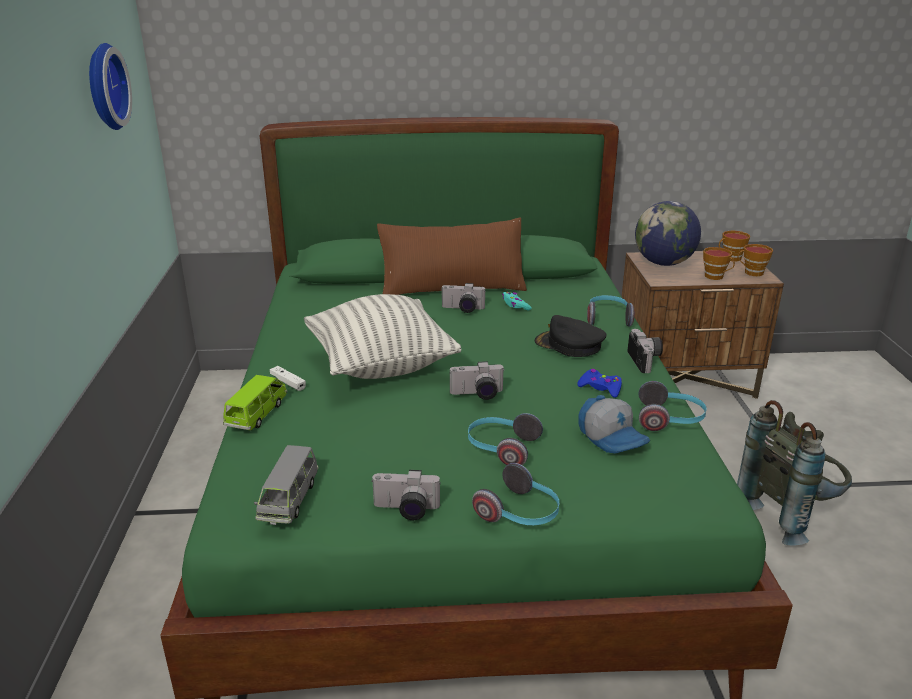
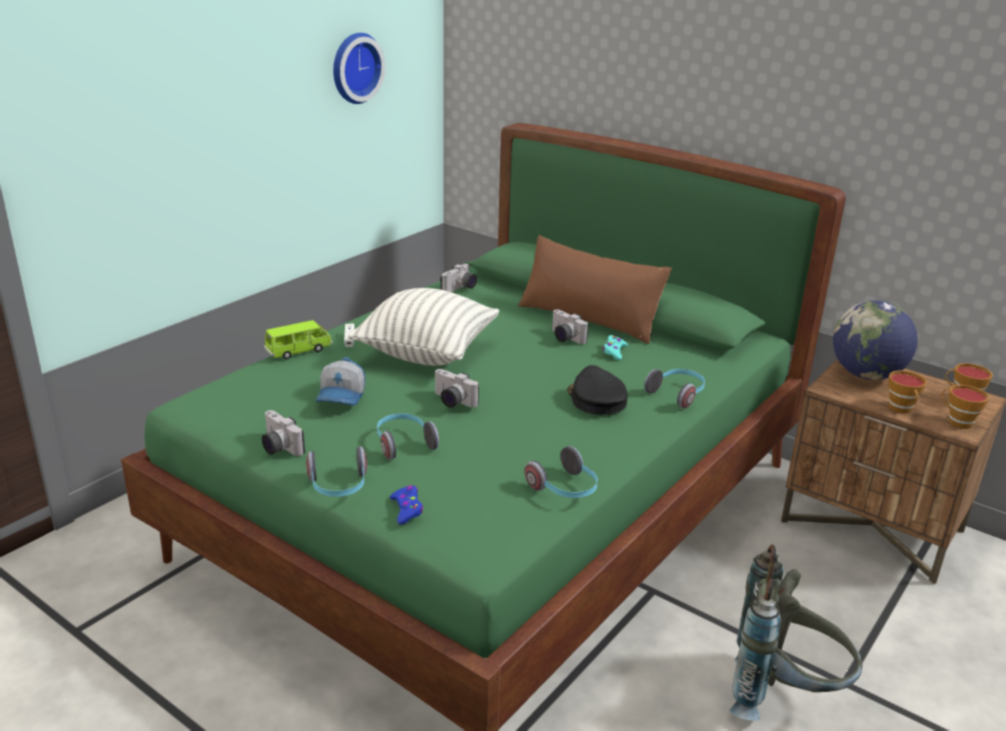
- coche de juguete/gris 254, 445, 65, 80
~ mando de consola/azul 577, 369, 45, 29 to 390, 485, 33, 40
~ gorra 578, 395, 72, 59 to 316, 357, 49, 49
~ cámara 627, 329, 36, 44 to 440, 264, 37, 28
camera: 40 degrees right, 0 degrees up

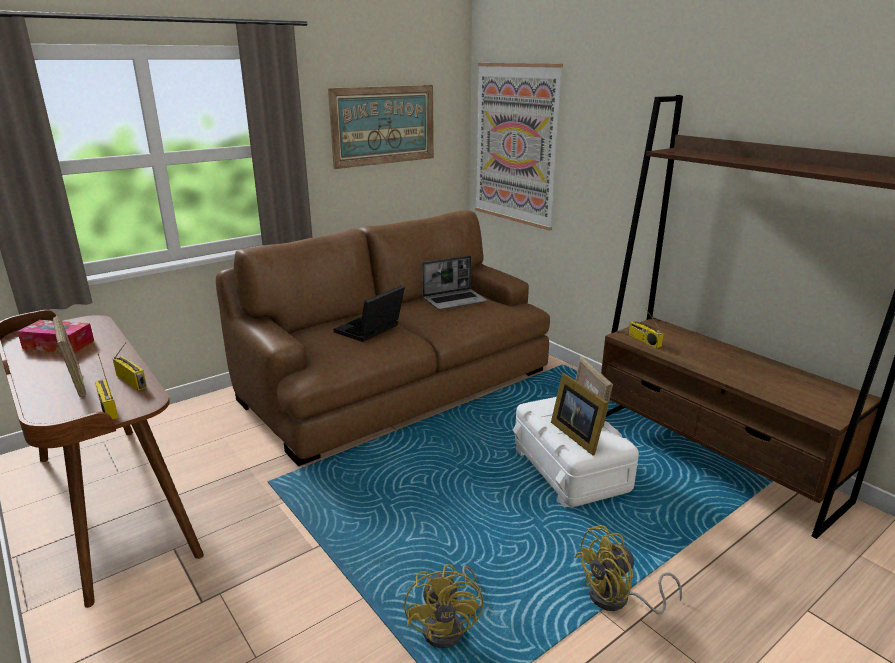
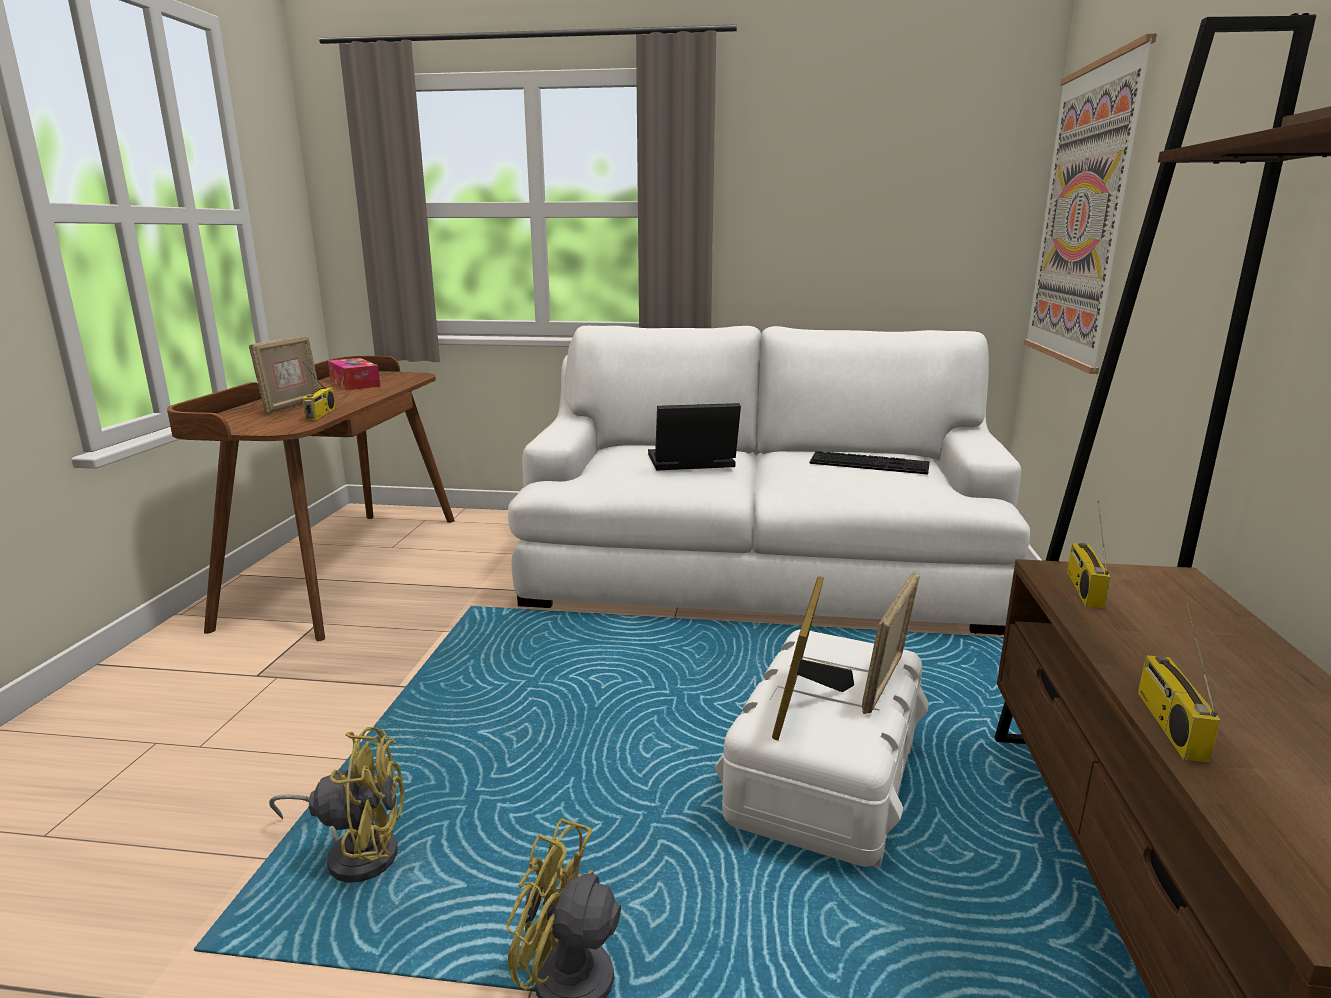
- cuadro 328, 85, 106, 84
~ radio 95, 354, 24, 66 to 1138, 603, 83, 159
~ portátil 422, 256, 65, 54 to teclado 809, 451, 121, 24
~ sofá/marrón 216, 210, 334, 256 to sofá/blanco 508, 326, 522, 309
~ ventilador/amarillo 404, 564, 79, 84 = 269, 727, 136, 156 135 degrees counterclockwise
camera: 45 degrees right, 5 degrees down

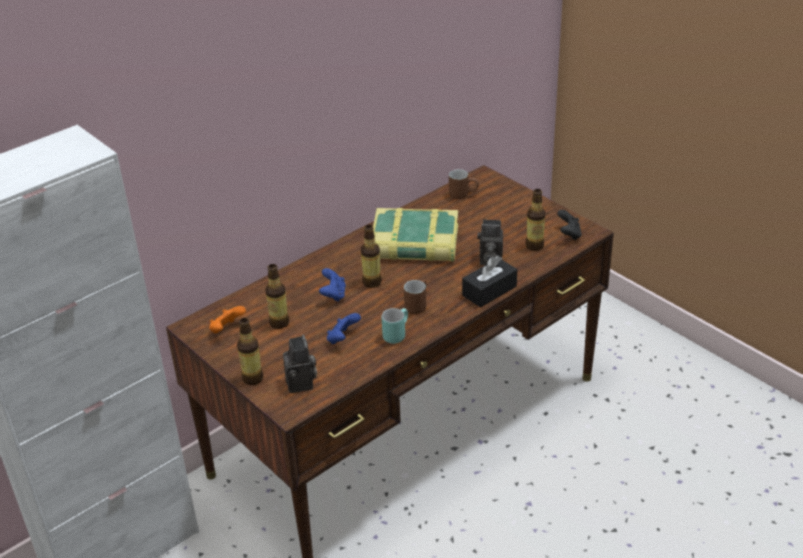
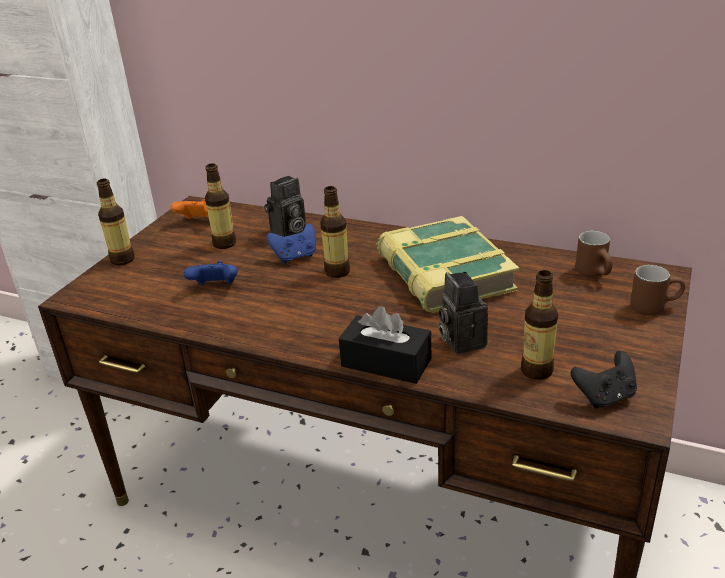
- taza grande/turquesa 382, 308, 26, 36
~ cámara 283, 335, 34, 58 to 264, 176, 42, 61
~ taza grande/marrón 404, 280, 22, 34 to 630, 265, 55, 50
camera: 65 degrees right, 5 degrees down

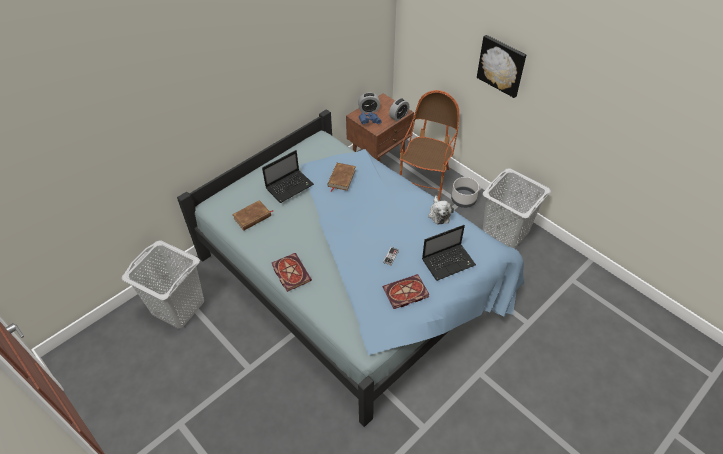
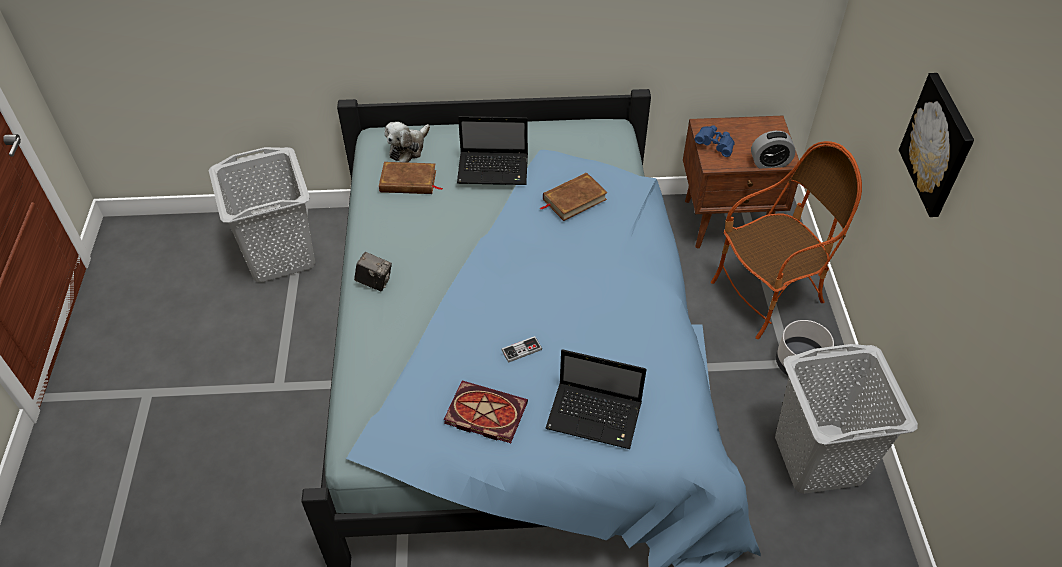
- despertador 358, 93, 22, 20
~ peluche 428, 196, 26, 28 to 385, 122, 45, 41
~ libro 272, 253, 40, 39 to cámara 354, 252, 38, 39
camera: 40 degrees right, 0 degrees up

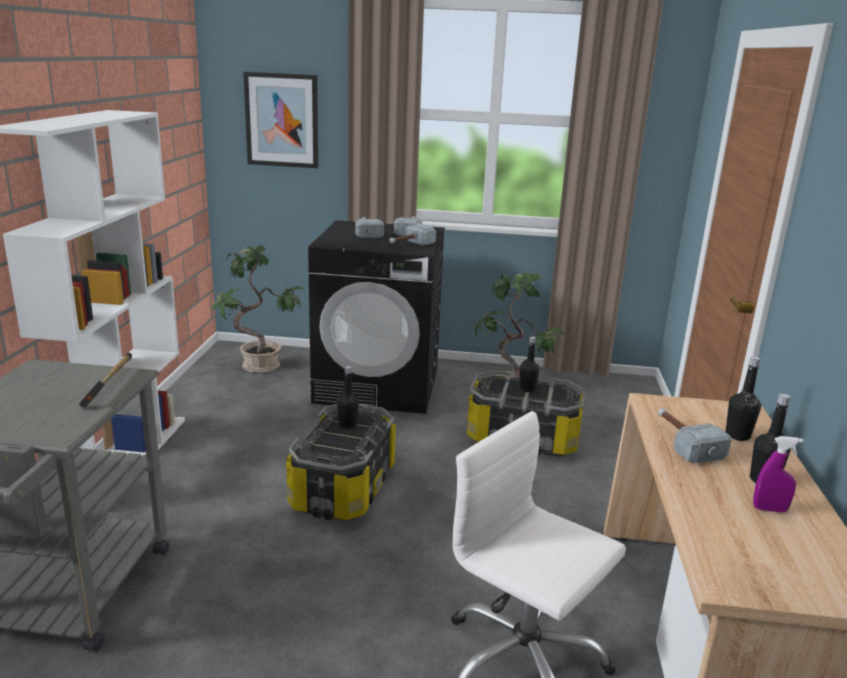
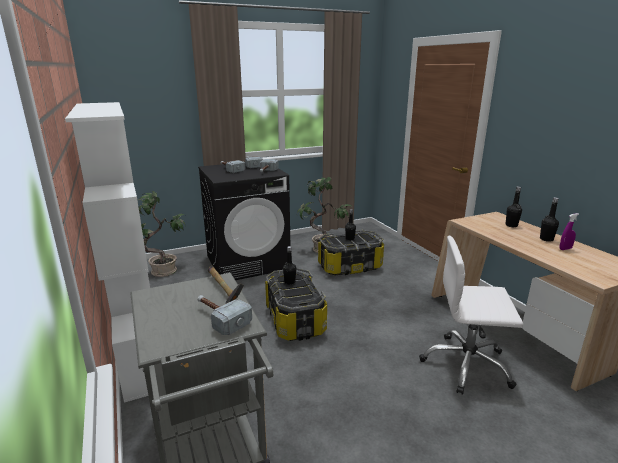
- cuadro 243, 72, 75, 96
~ martillo 658, 408, 74, 56 to 197, 295, 55, 40
camera: 30 degrees left, 0 degrees up

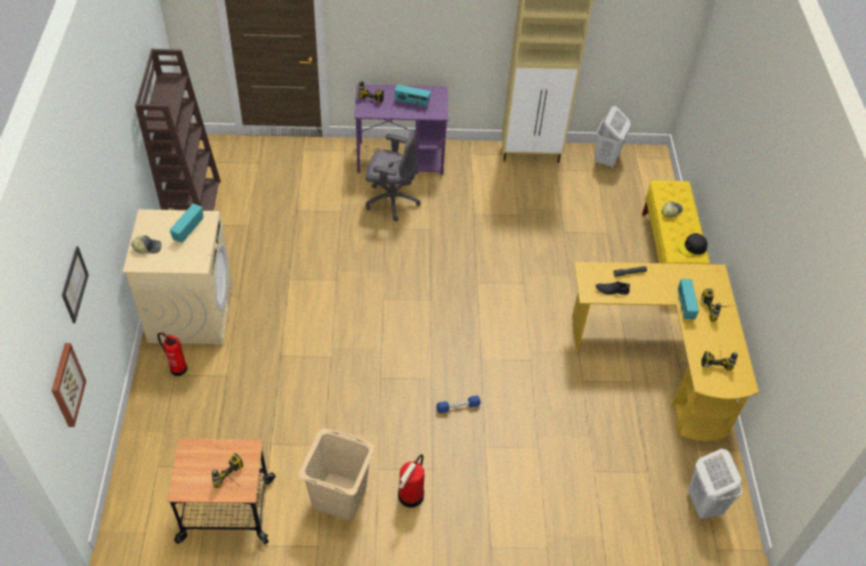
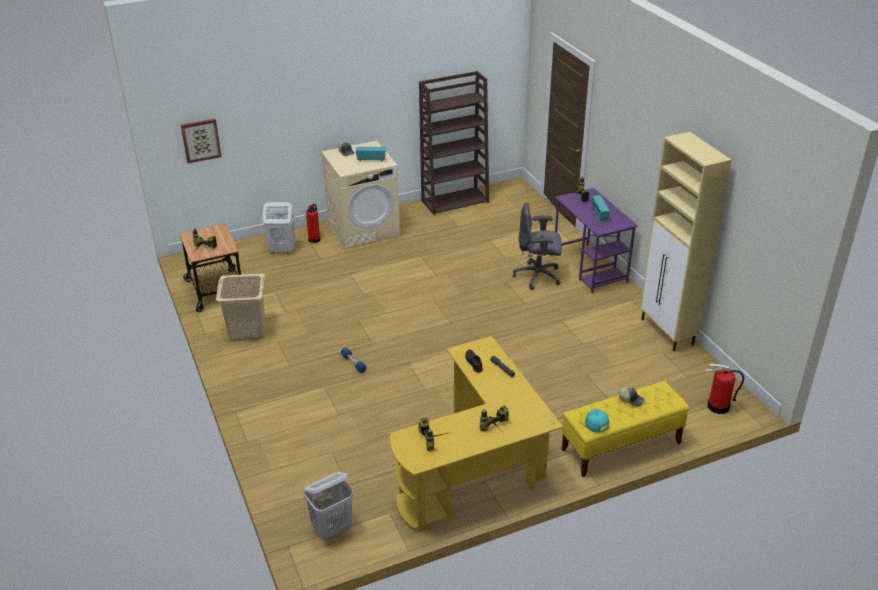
- cuadro 62, 246, 27, 77
- radio 678, 279, 21, 40
~ extintor 398, 454, 27, 54 to 706, 363, 38, 51
~ cesto de la ropa/blanco 594, 106, 36, 63 to 262, 202, 33, 52
~ gorra/negro 677, 233, 30, 23 to gorra/turquesa 580, 409, 29, 24
~ silla de oficina/gris 366, 129, 55, 92 = 513, 202, 49, 88 105 degrees clockwise
camera: 70 degrees right, 15 degrees down

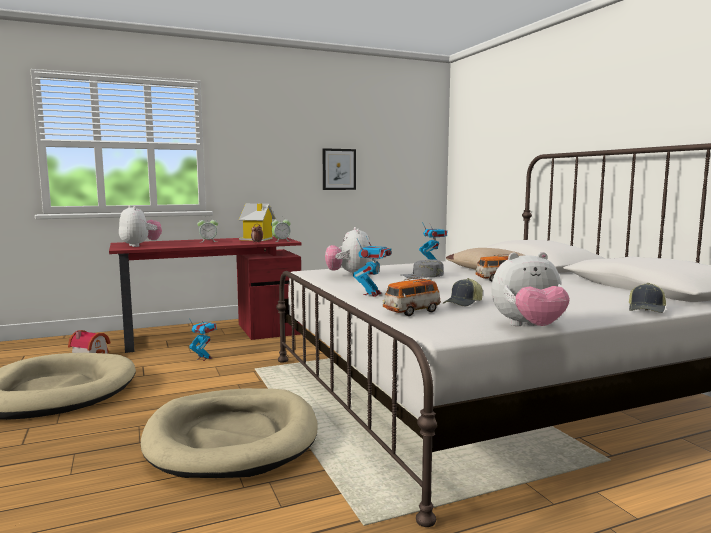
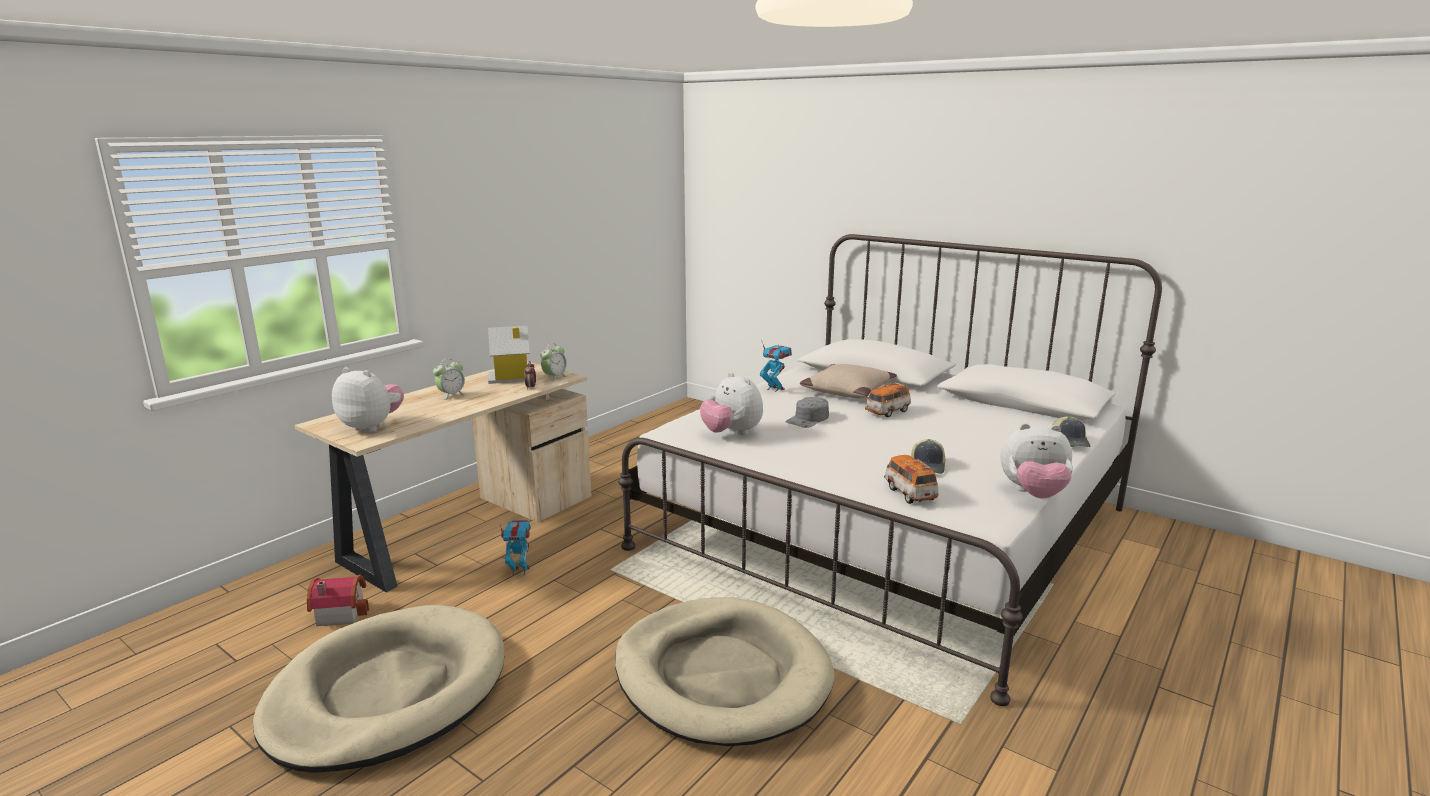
- cuadro 322, 148, 34, 42
- robot de juguete 353, 236, 39, 61
~ escritorio/rojo 109, 237, 193, 116 to escritorio/beis 295, 362, 296, 230
~ coche de juguete 383, 277, 58, 39 = 884, 455, 55, 49 135 degrees clockwise
~ peluche 491, 252, 79, 74 = 1000, 423, 73, 76 45 degrees clockwise
camera: 30 degrees left, 10 degrees up

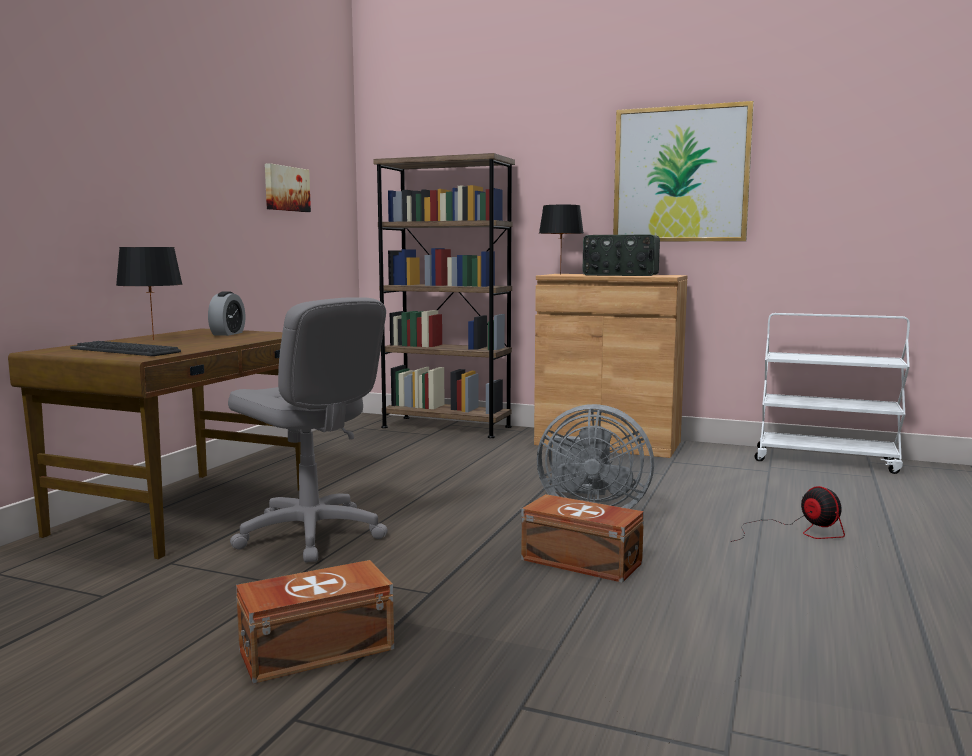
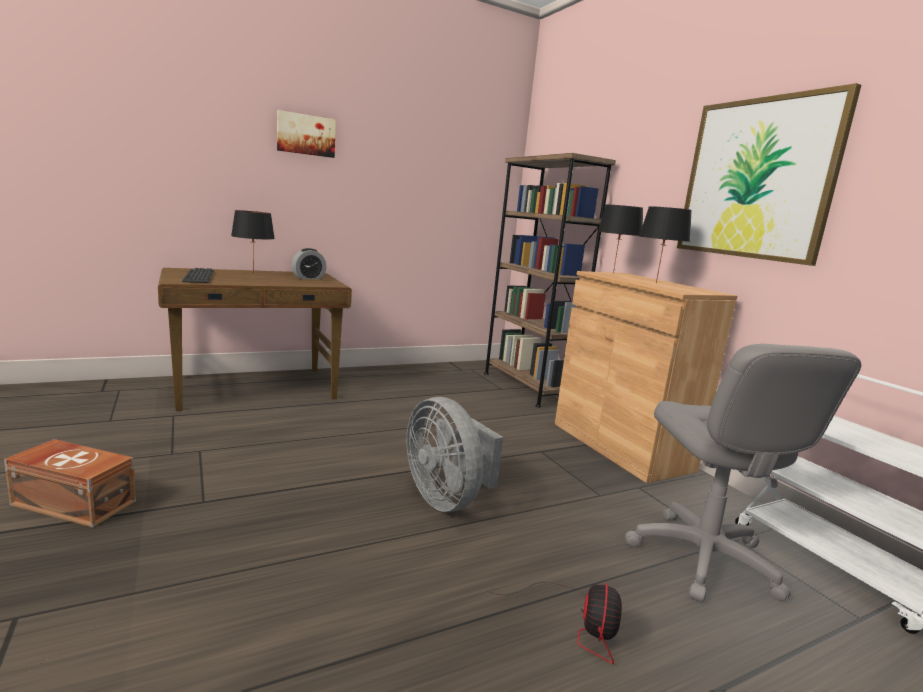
- caja de almacenaje/marrón 521, 494, 123, 89
~ silla de oficina/gris 228, 297, 160, 265 to 625, 344, 236, 258
~ cuadro 265, 163, 46, 49 to 277, 110, 59, 48
~ radio 583, 235, 77, 41 to lámpara de mesa/negro 639, 206, 53, 77
camera: 40 degrees right, 5 degrees up

